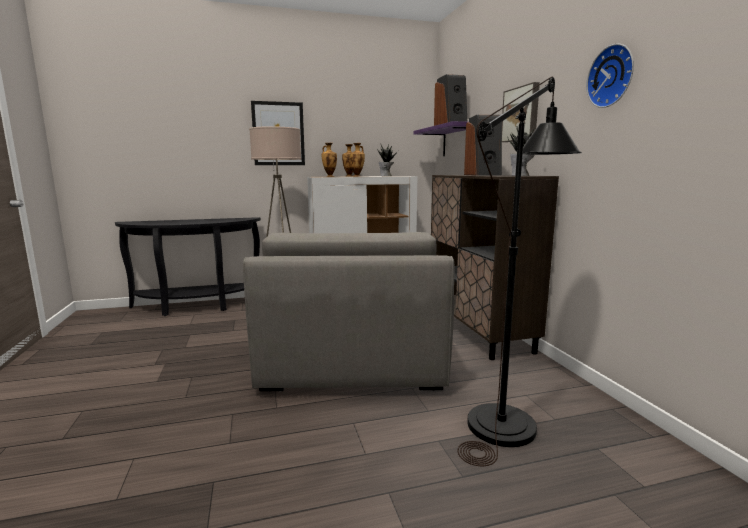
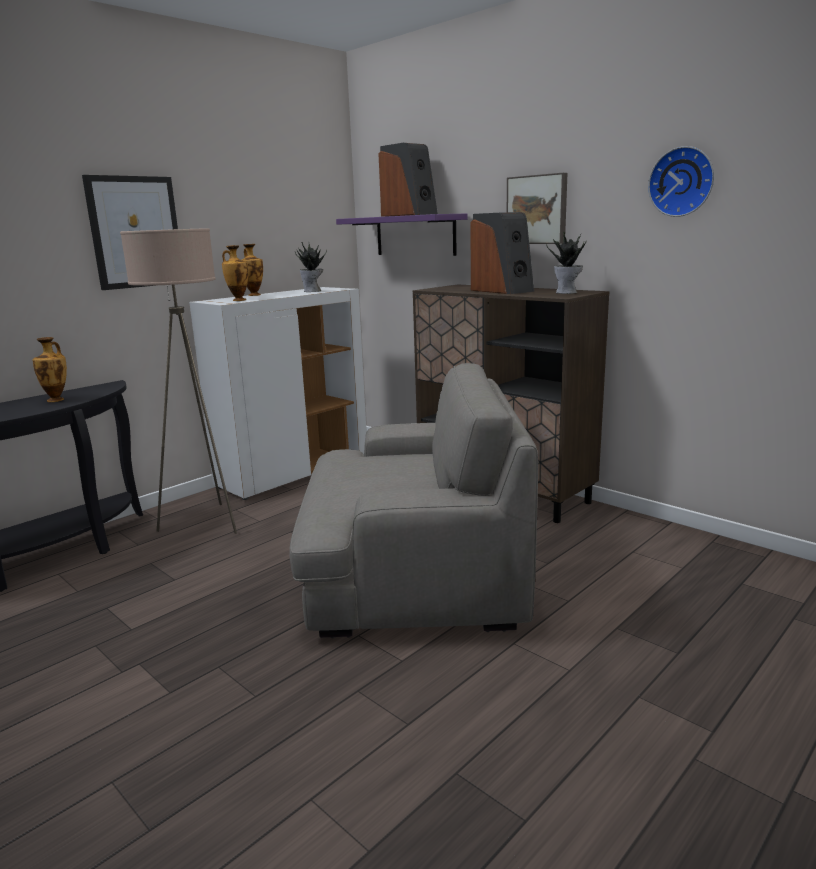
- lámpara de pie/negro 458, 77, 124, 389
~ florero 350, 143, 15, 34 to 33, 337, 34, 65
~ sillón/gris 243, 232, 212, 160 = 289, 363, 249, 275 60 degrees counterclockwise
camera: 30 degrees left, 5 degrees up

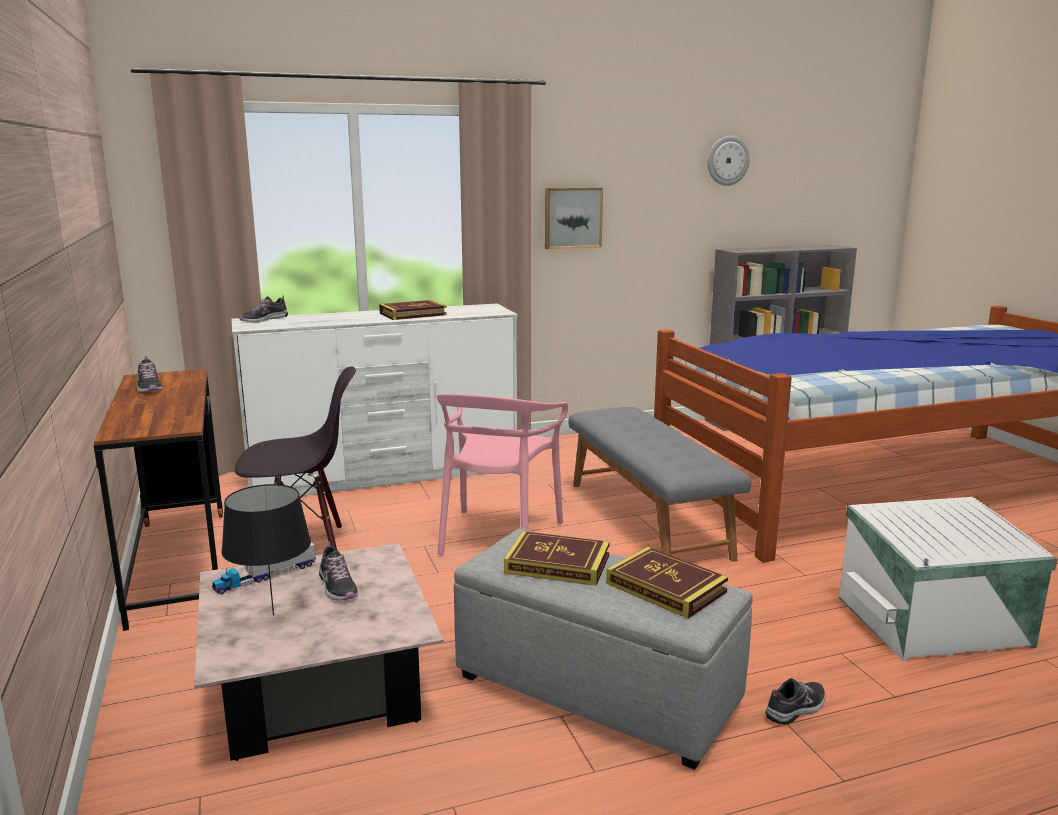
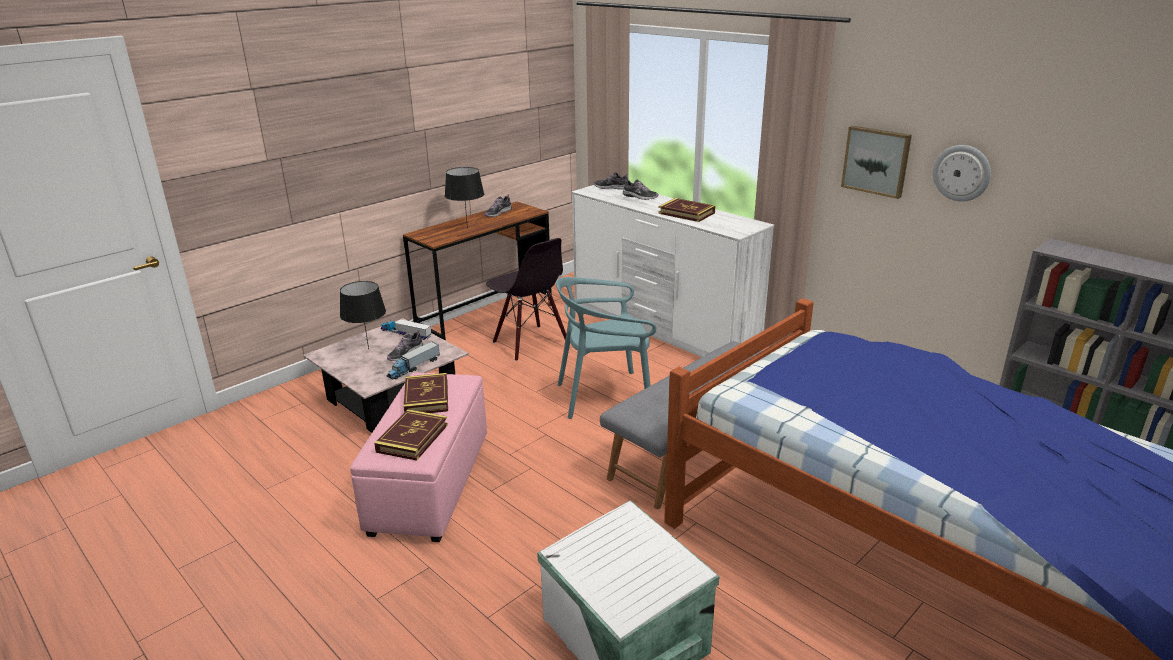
+ camión de juguete 387, 342, 53, 37
+ lámpara de mesa/negro 445, 167, 39, 62
~ reloj de pared 708, 136, 42, 50 to 933, 145, 58, 57
~ zapato 765, 678, 60, 47 to 623, 179, 35, 21
~ silla/rosa 437, 394, 131, 162 to silla/turquesa 556, 277, 101, 142
~ puf/gris 454, 529, 299, 241 to puf/rosa 350, 373, 137, 169
camera: 65 degrees right, 10 degrees up

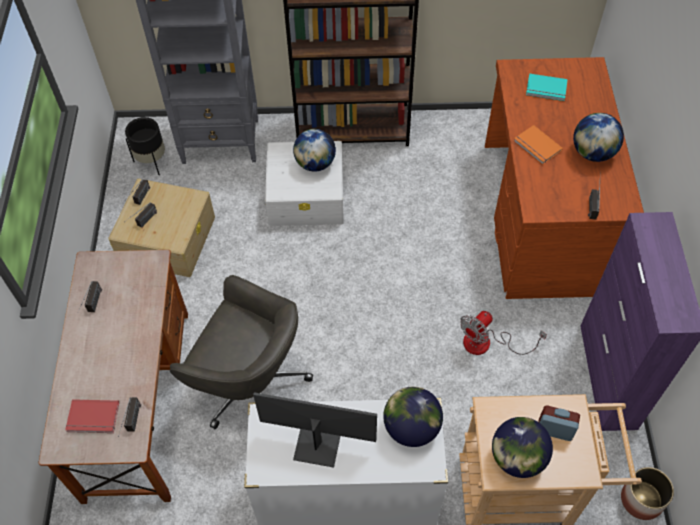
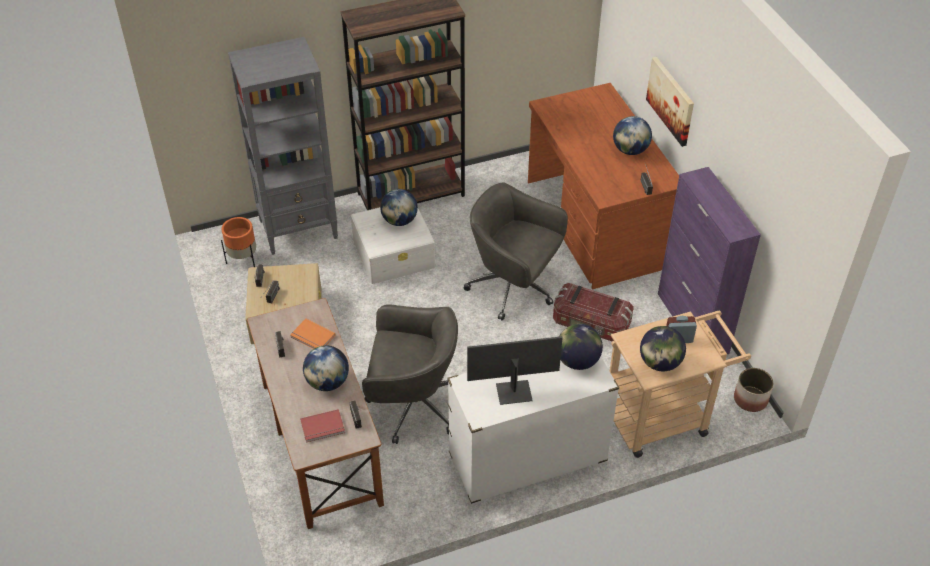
- libro/turquesa 526, 74, 42, 27
+ globo terráqueo 303, 345, 46, 46
+ silla de oficina/gris 464, 183, 104, 137
+ cuadro 646, 57, 48, 90
~ libro/naranja 514, 125, 49, 40 to 290, 319, 46, 30
~ ventilador 460, 311, 87, 44 to caja de almacenaje 553, 283, 81, 59
~ maceta/negro 125, 117, 40, 58 to maceta/naranja 221, 217, 35, 50
camera: 20 degrees left, 10 degrees down

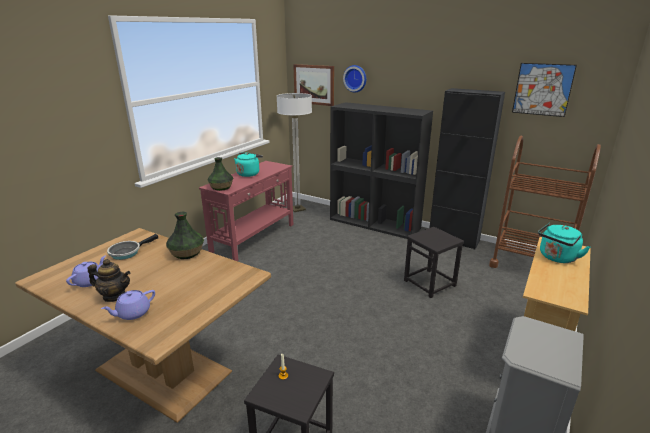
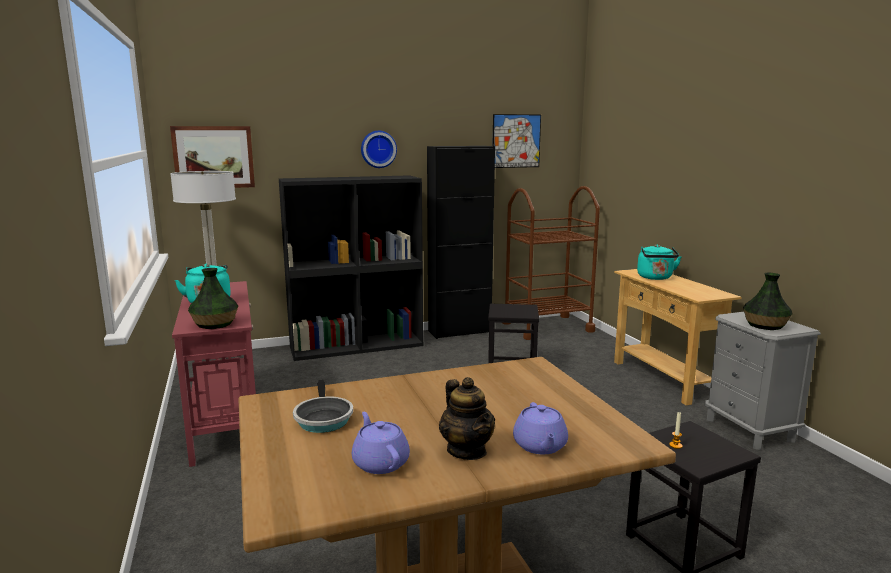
~ florero 166, 212, 38, 47 to 743, 273, 50, 57
~ reloj de pared 343, 65, 23, 27 to 361, 131, 36, 37
~ tetera 88, 259, 42, 43 = 439, 377, 56, 83 105 degrees clockwise
camera: 50 degrees left, 10 degrees down

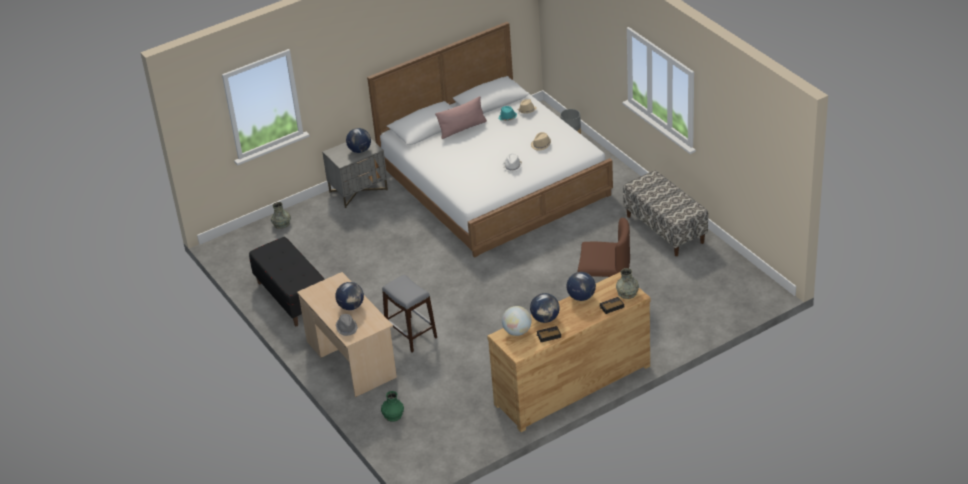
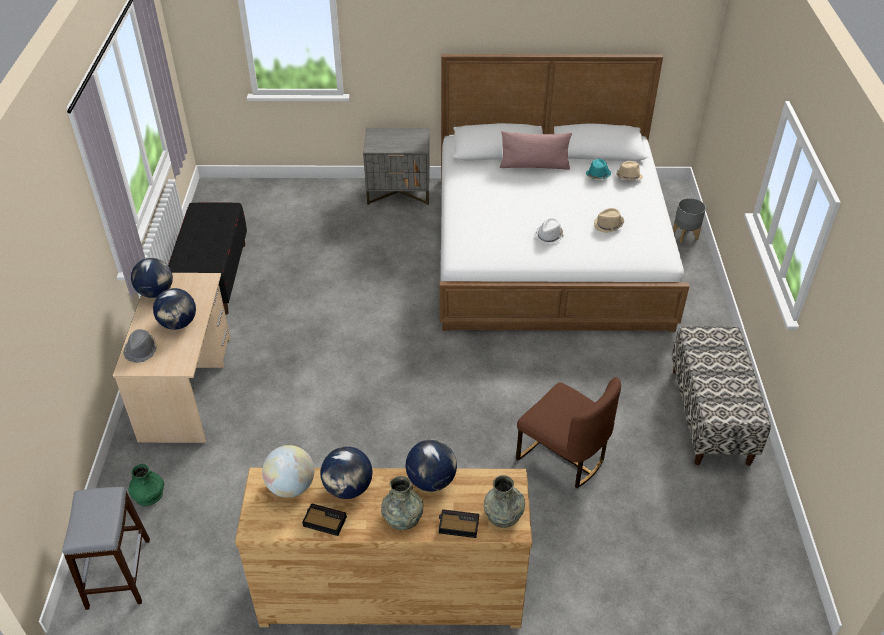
~ florero/gris 271, 202, 20, 27 to 381, 476, 42, 54
~ globo terráqueo 346, 128, 25, 25 to 131, 258, 42, 40
~ taburete/gris 382, 275, 55, 78 to 62, 487, 88, 123
camera: 30 degrees right, 5 degrees up

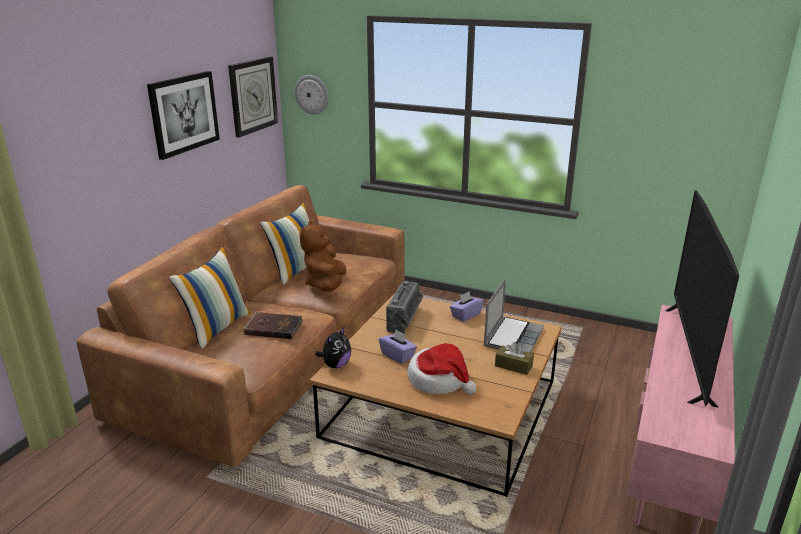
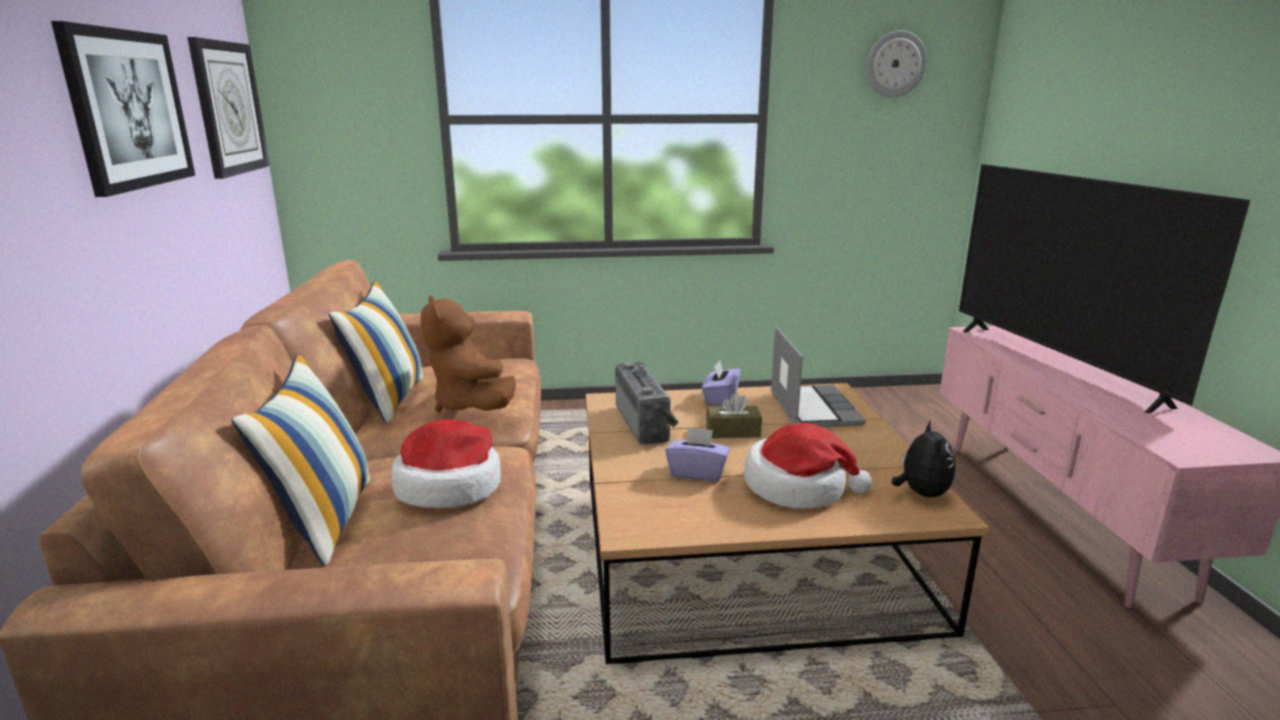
~ reloj de pared 295, 75, 34, 40 to 866, 30, 61, 68
~ peluche 315, 327, 36, 41 to 892, 420, 63, 78
~ caja de pañuelos/marrón 495, 342, 39, 33 to 706, 392, 56, 46
~ libro/marrón 244, 312, 59, 27 to sombrero 391, 419, 110, 90
camera: 30 degrees left, 5 degrees down

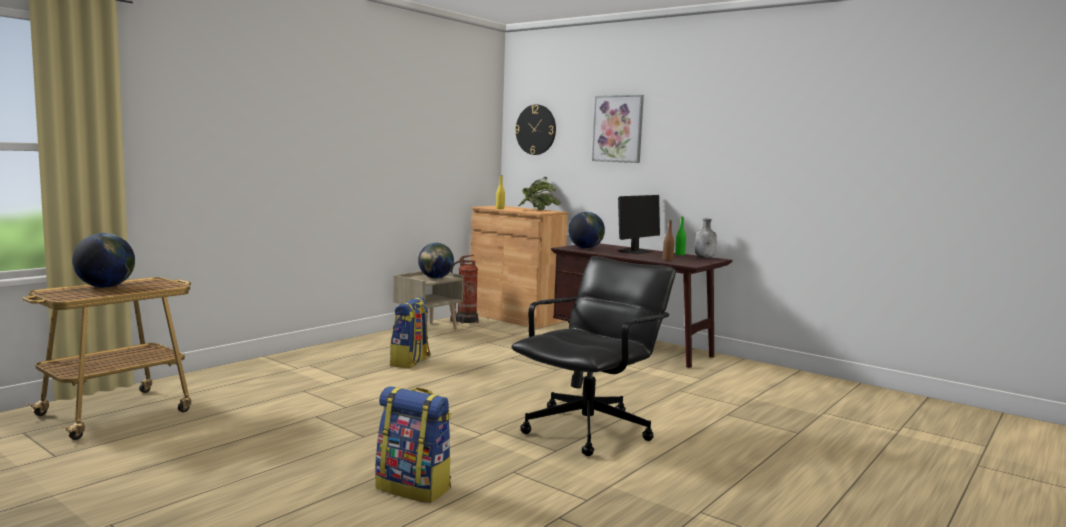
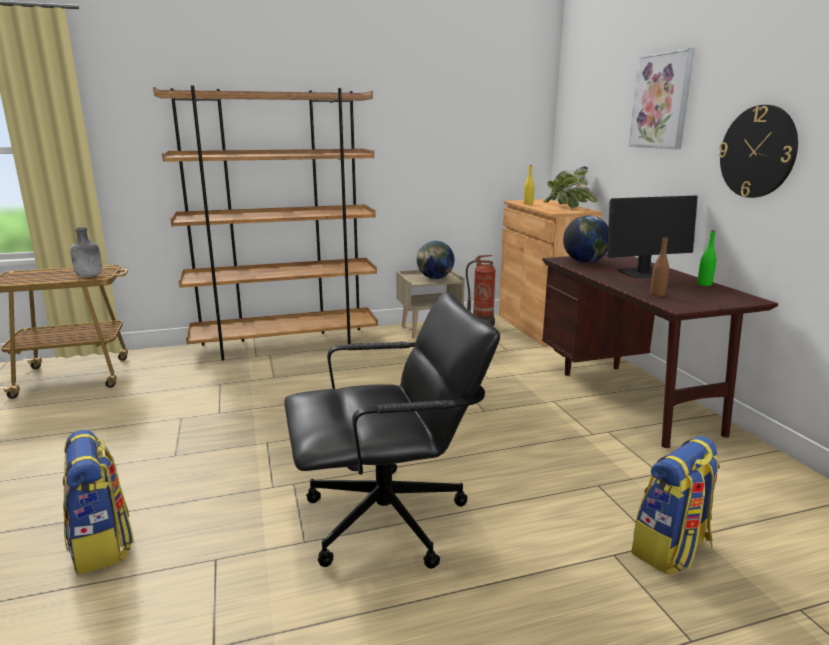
- globo terráqueo 72, 233, 63, 55
+ estantería/marrón 153, 85, 225, 275
~ mochila 390, 297, 41, 72 to 631, 436, 89, 139
~ reloj de pared 515, 104, 41, 51 to 718, 105, 80, 93
~ botella/gris 695, 219, 22, 39 to 70, 227, 32, 50
camera: 35 degrees right, 10 degrees up

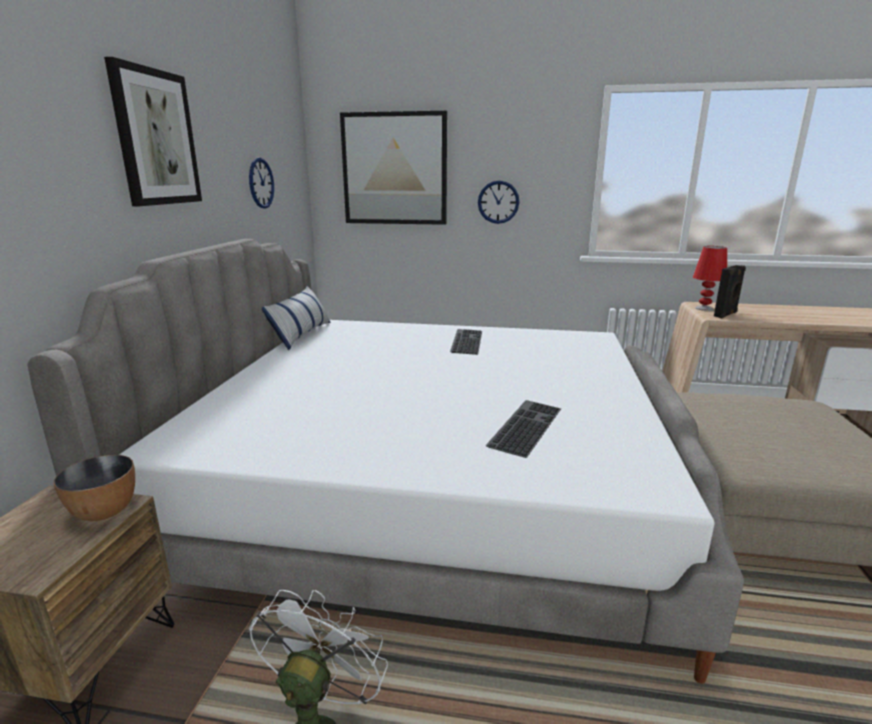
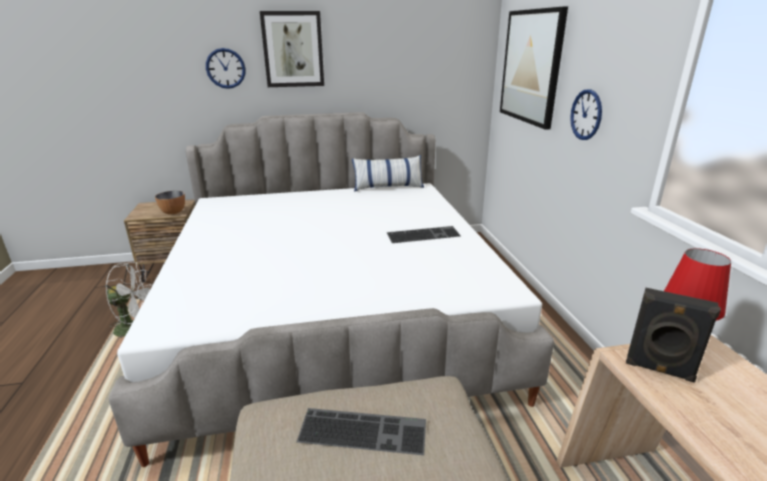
~ reloj de pared 249, 157, 25, 52 to 206, 48, 40, 41
~ teclado 485, 400, 76, 58 to 296, 408, 130, 47
camera: 70 degrees right, 5 degrees up

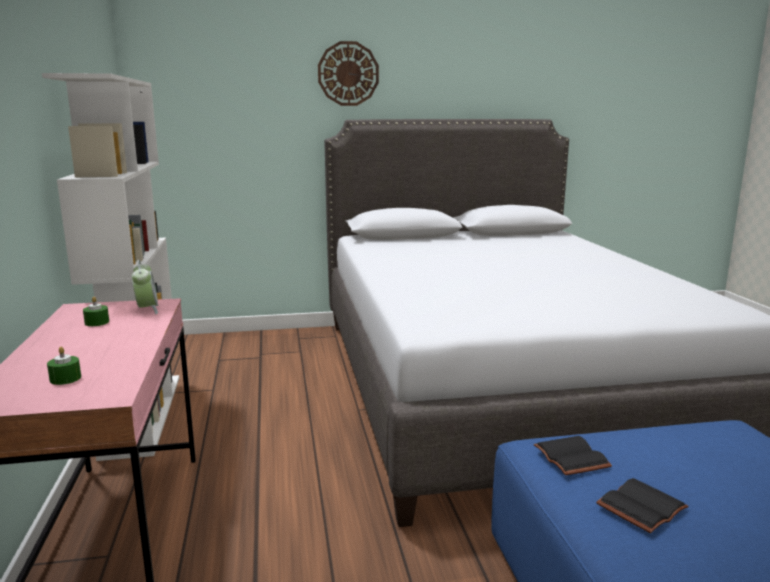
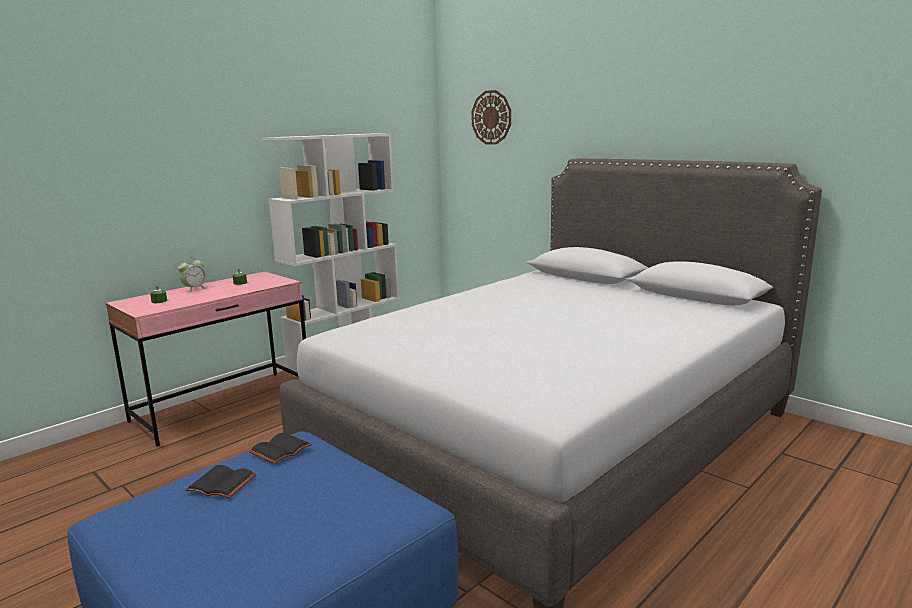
~ despertador 132, 260, 26, 54 to 178, 257, 28, 36
~ reloj de pared 318, 41, 61, 65 to 471, 90, 40, 55
camera: 55 degrees right, 0 degrees up

